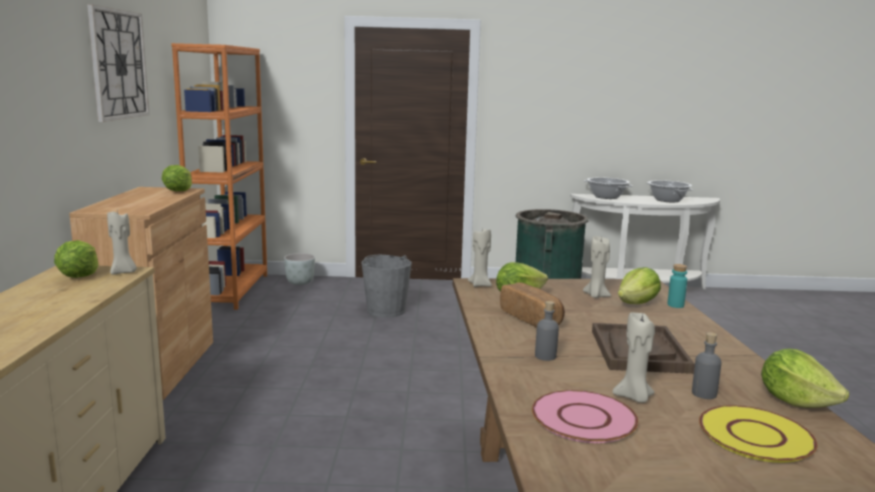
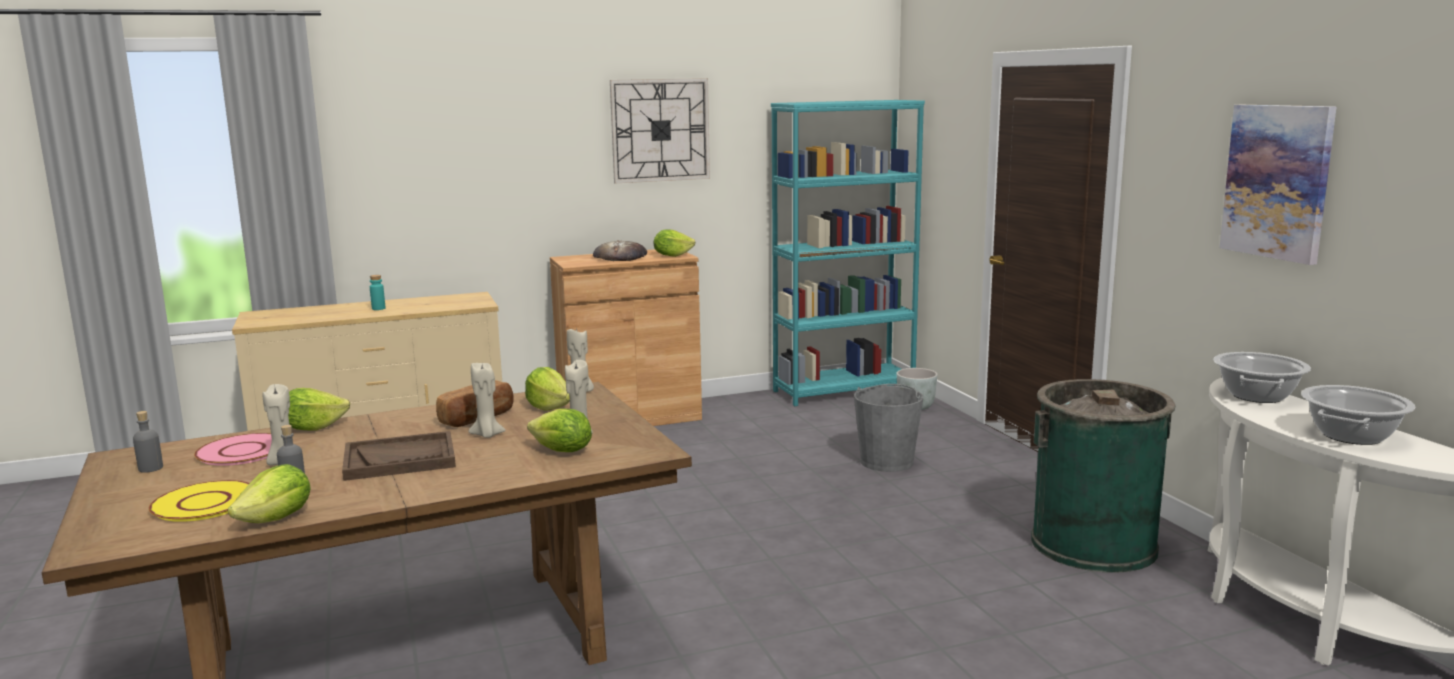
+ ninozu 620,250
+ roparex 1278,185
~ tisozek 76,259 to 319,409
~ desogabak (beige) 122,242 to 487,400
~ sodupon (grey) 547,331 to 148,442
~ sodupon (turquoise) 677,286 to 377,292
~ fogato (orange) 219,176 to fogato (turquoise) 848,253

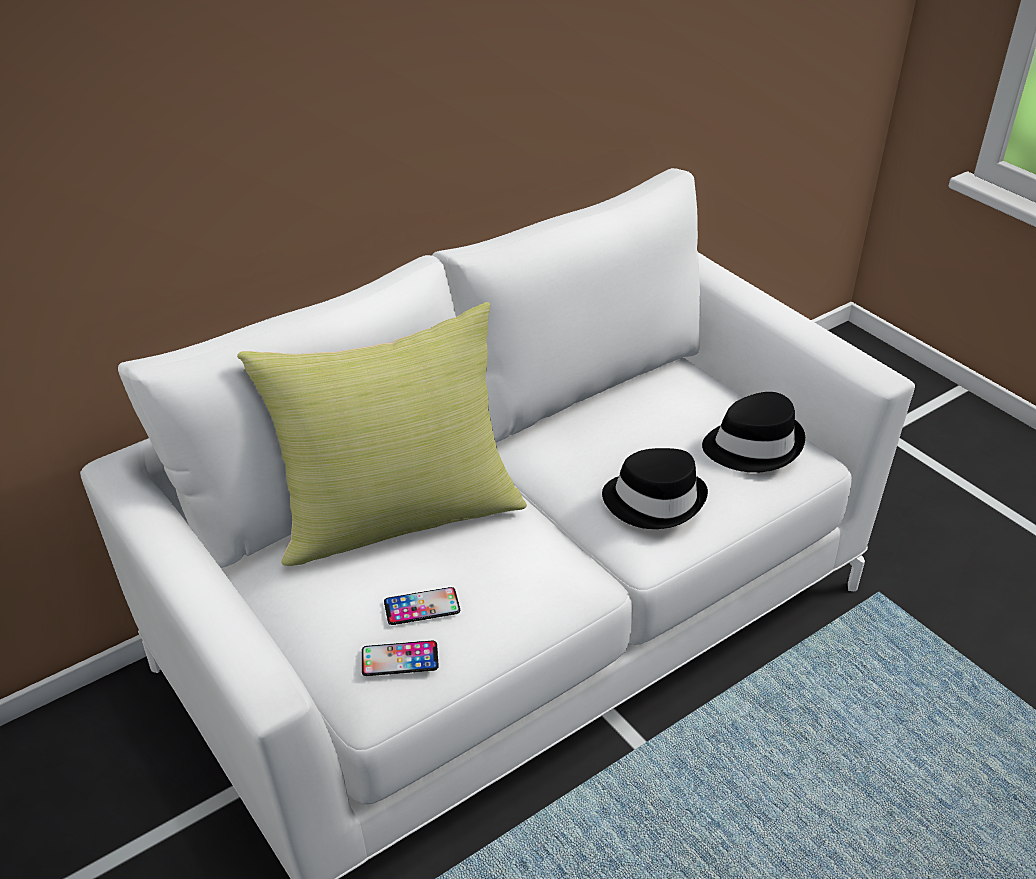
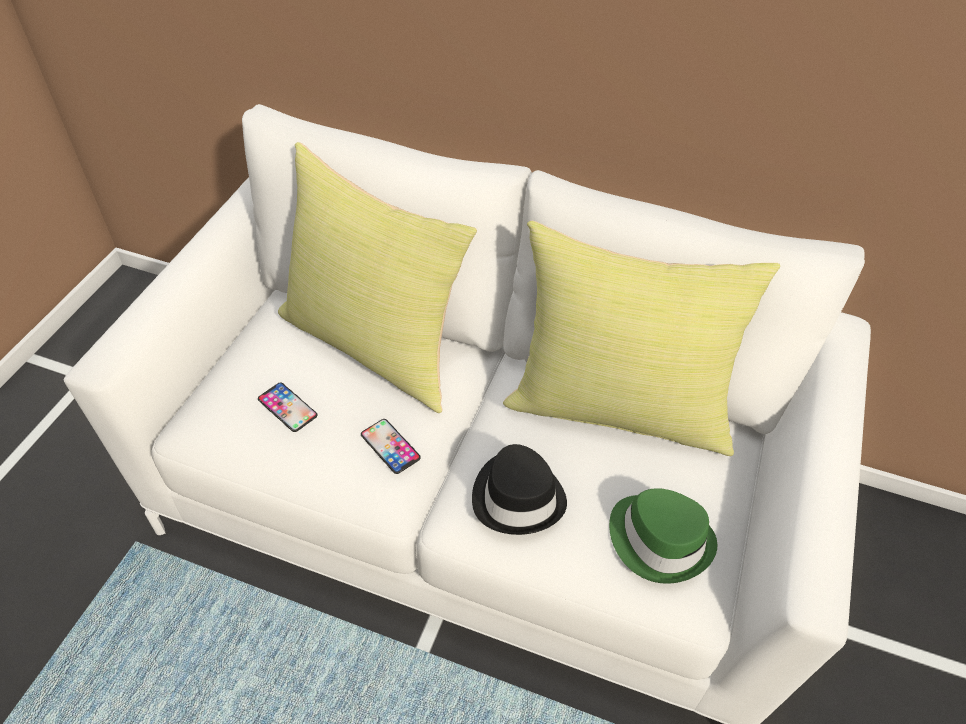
+ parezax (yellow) 641,338
~ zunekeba 400,658 to 391,446
~ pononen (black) 753,432 to pononen (green) 663,536

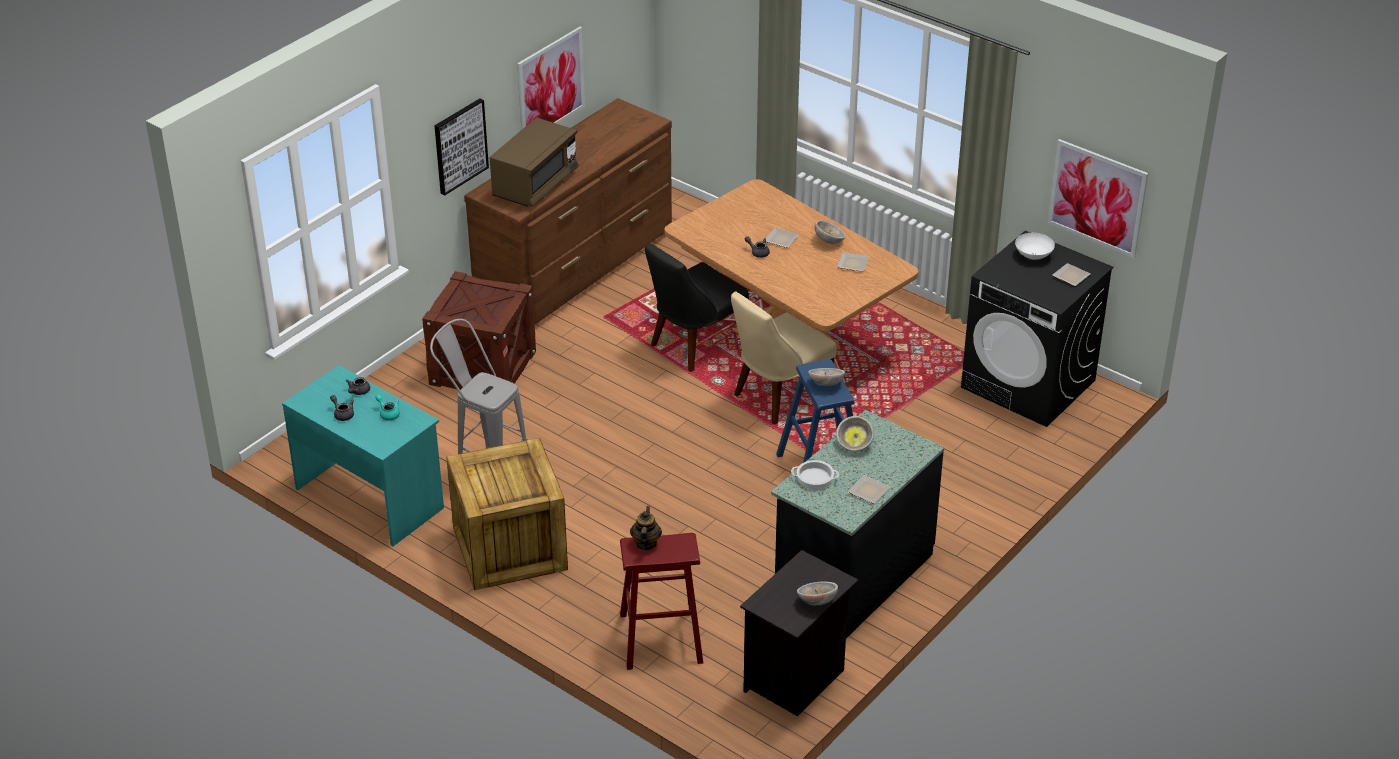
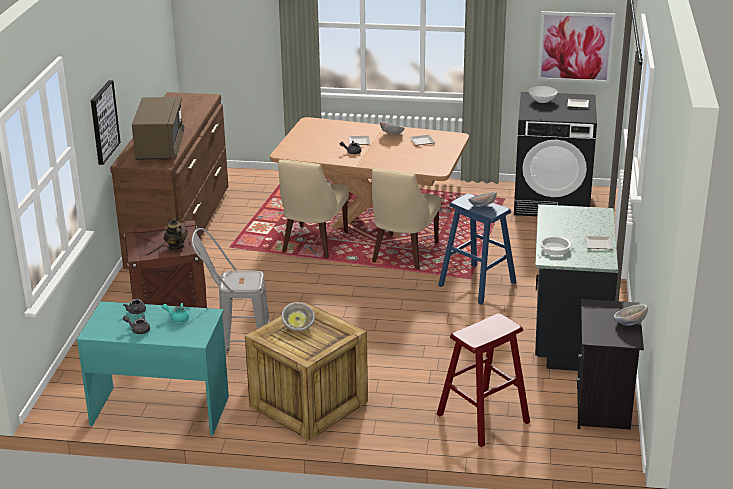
- roparex 551,78
~ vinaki 646,528 to 175,234
~ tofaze 855,434 to 298,316
~ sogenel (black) 697,307 to sogenel (beige) 313,209

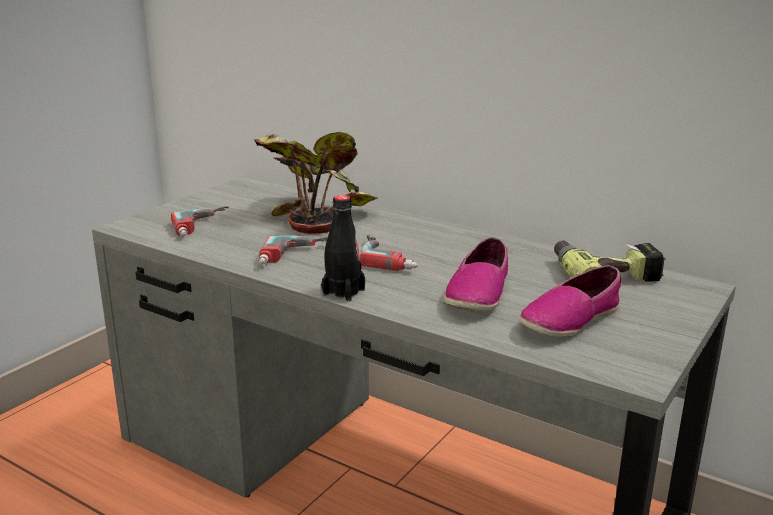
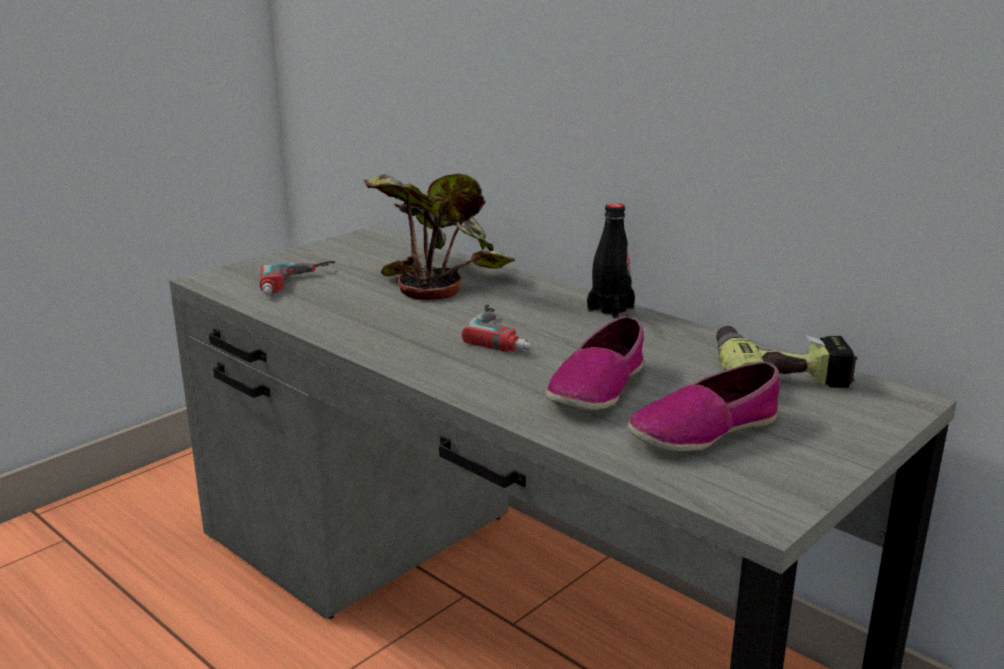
- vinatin 293,250
~ sodupon (black) 343,248 to 611,261

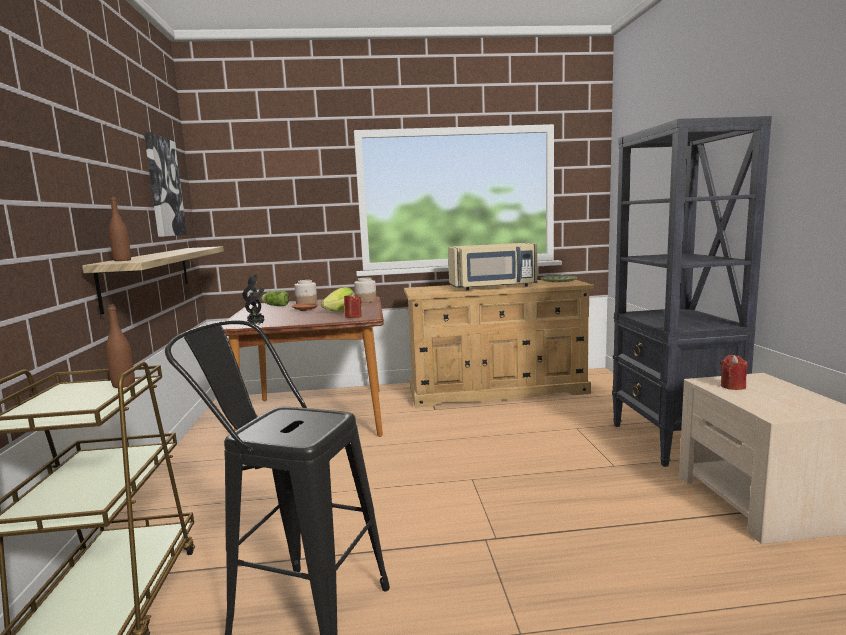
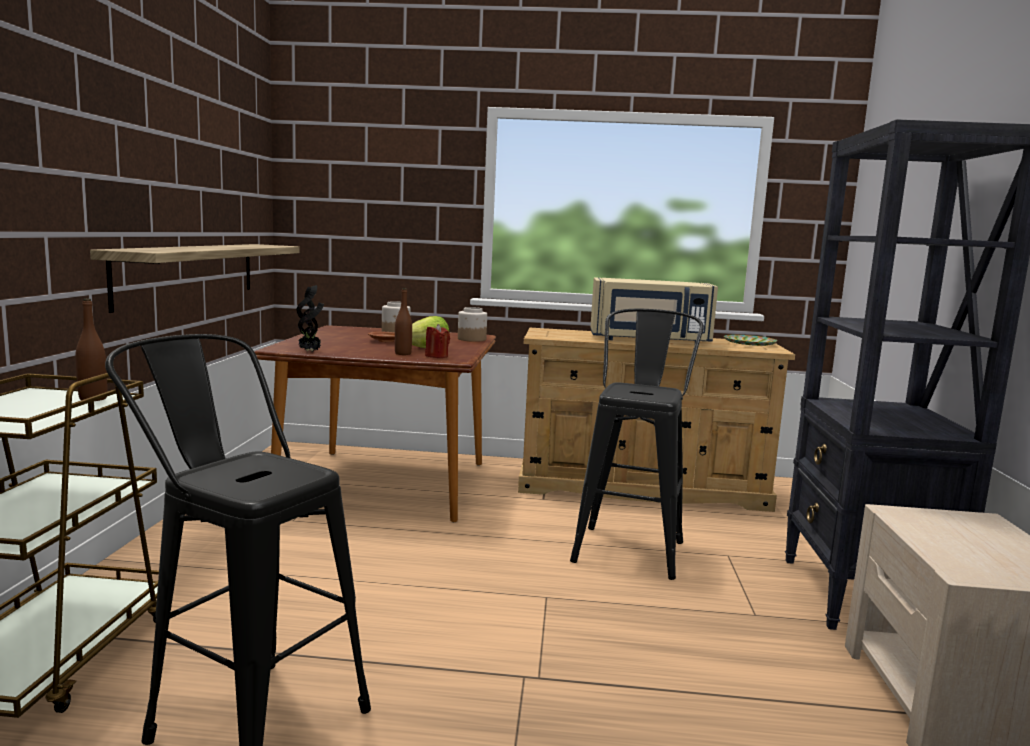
- roparex 165,184
- tisozek 275,298
- desogabak (red) 734,372
+ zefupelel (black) 637,444
~ sodupon (brown) 120,228 to 403,321

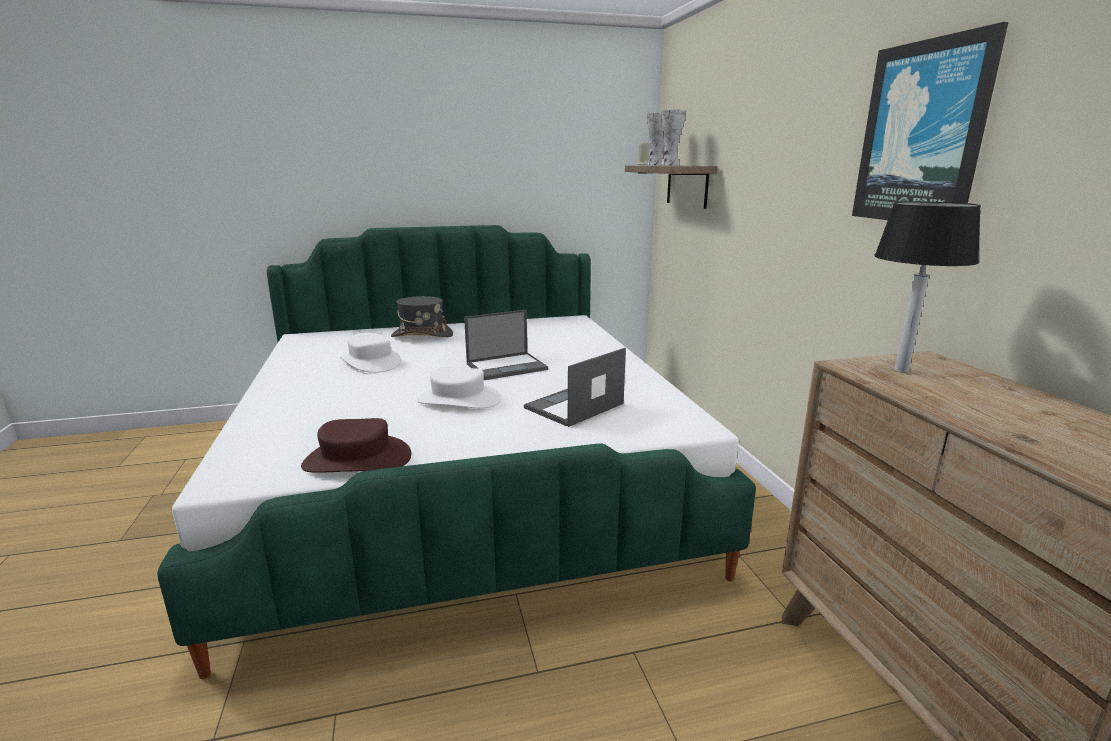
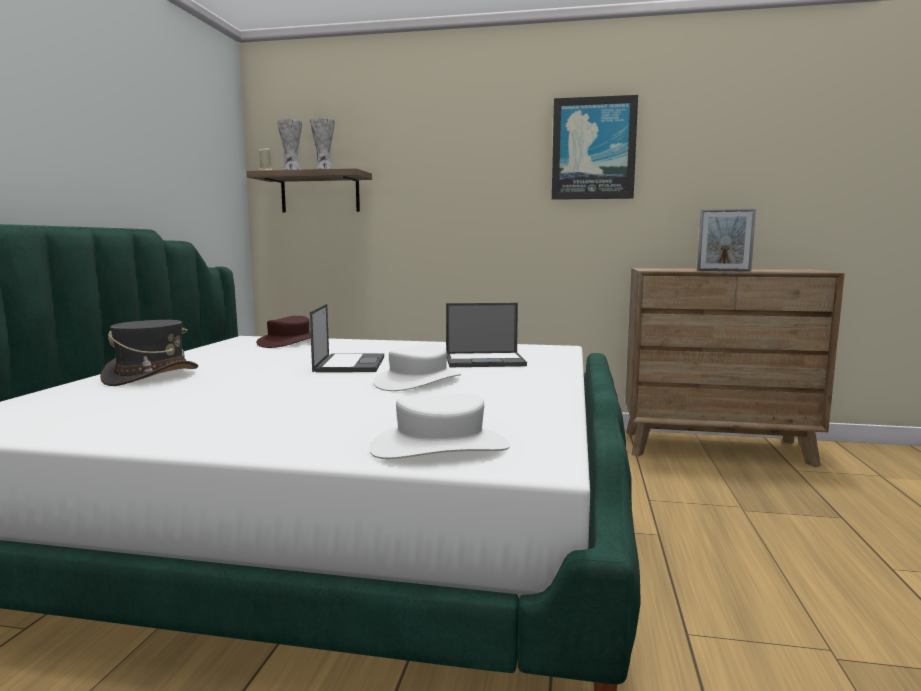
- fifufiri 927,287
+ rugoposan 726,240
~ pononen (brown) 356,445 to 283,332
~ pononen (white) 370,353 to 439,426
~ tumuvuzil 575,387 = 486,335 75 degrees counterclockwise

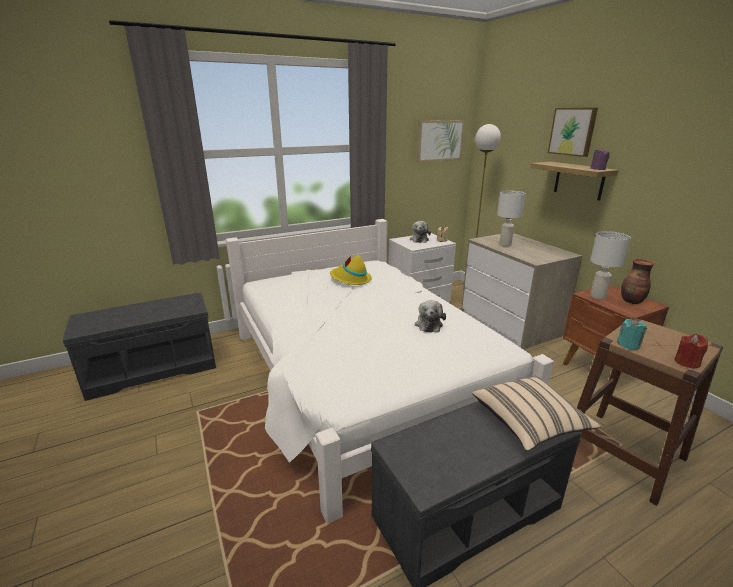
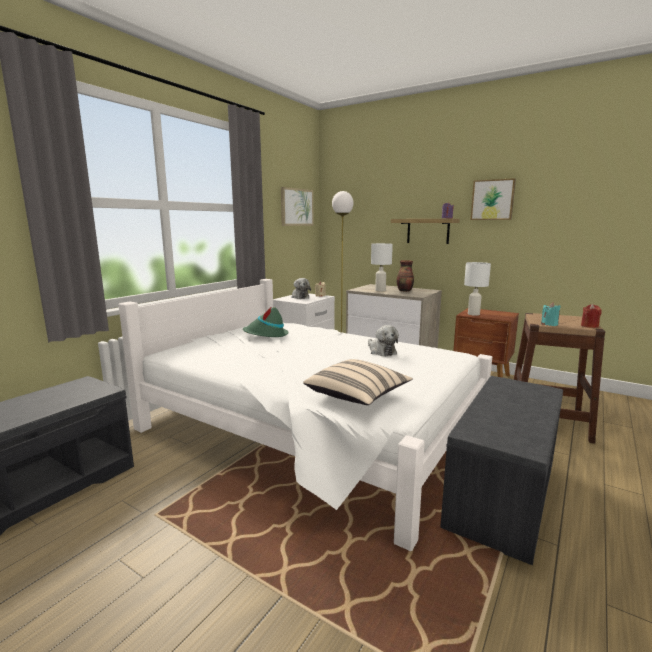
~ parezax (beige) 536,413 to 358,382
~ roparex 573,132 to 493,199
~ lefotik 637,281 to 405,276
~ pononen (yellow) 351,270 to pononen (green) 266,321

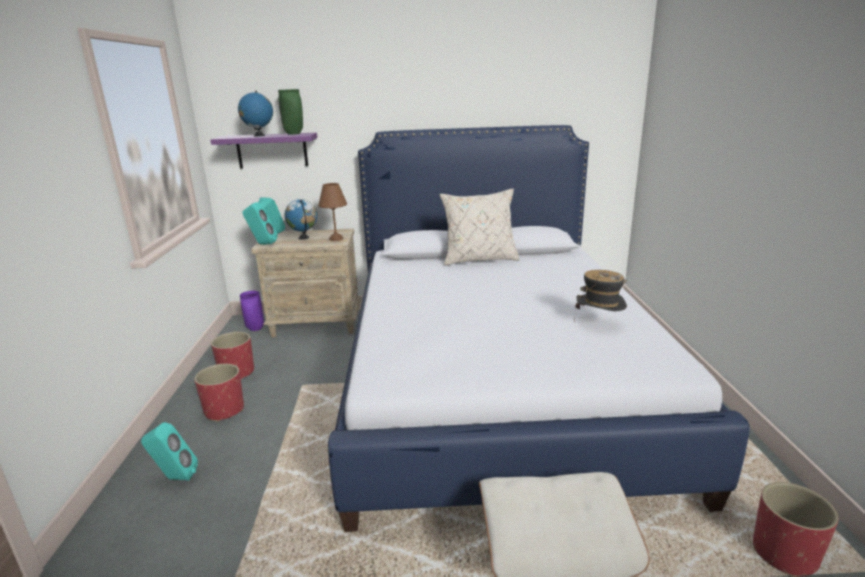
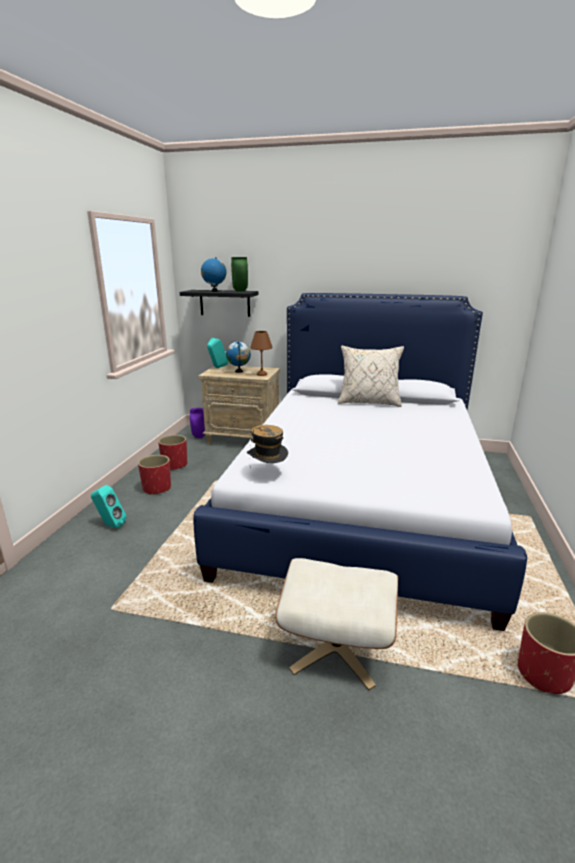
- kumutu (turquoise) 260,223
~ pononen 600,296 to 267,447
~ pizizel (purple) 263,151 to pizizel (black) 219,303

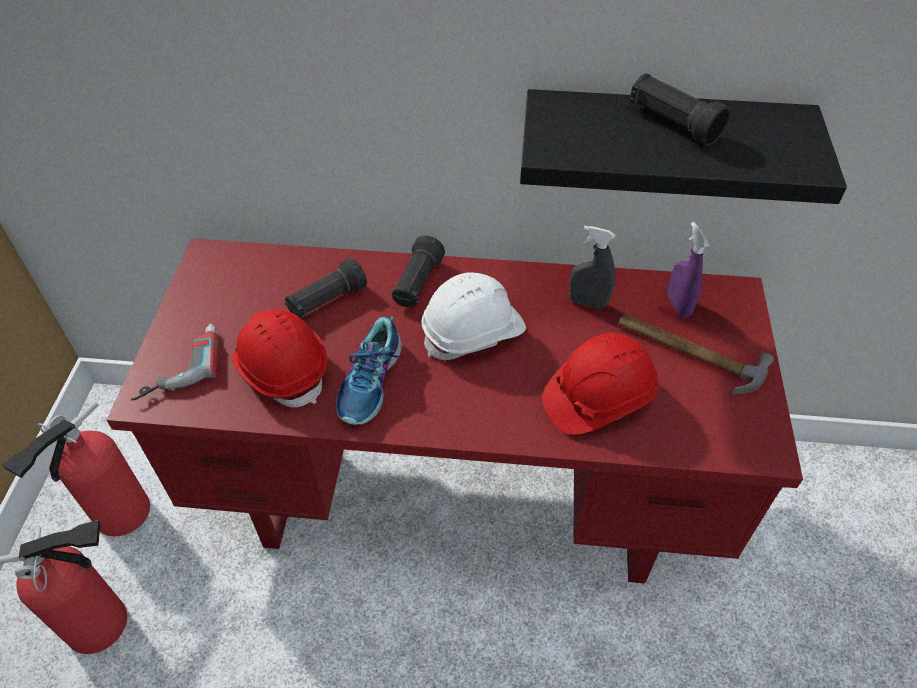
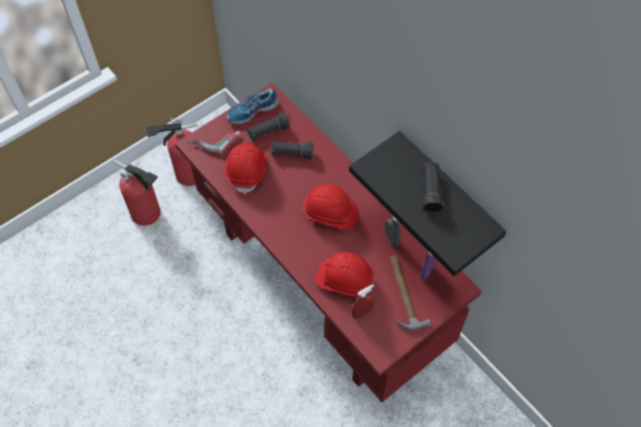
+ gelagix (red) 363,301
~ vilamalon 369,370 to 253,106
~ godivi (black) 418,271 to 268,126
~ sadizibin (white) 473,316 to sadizibin (red) 331,207

